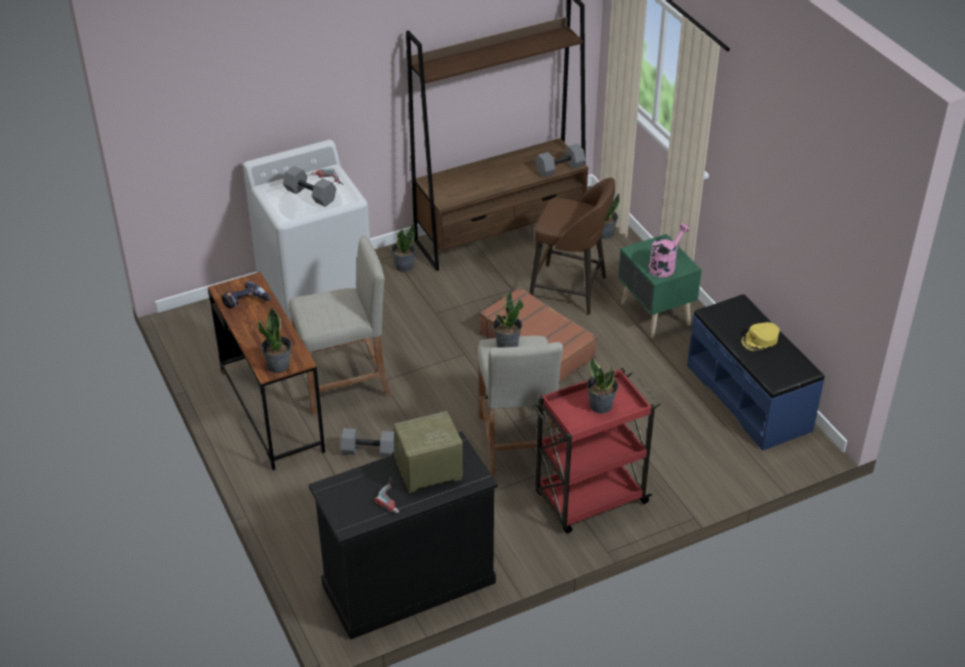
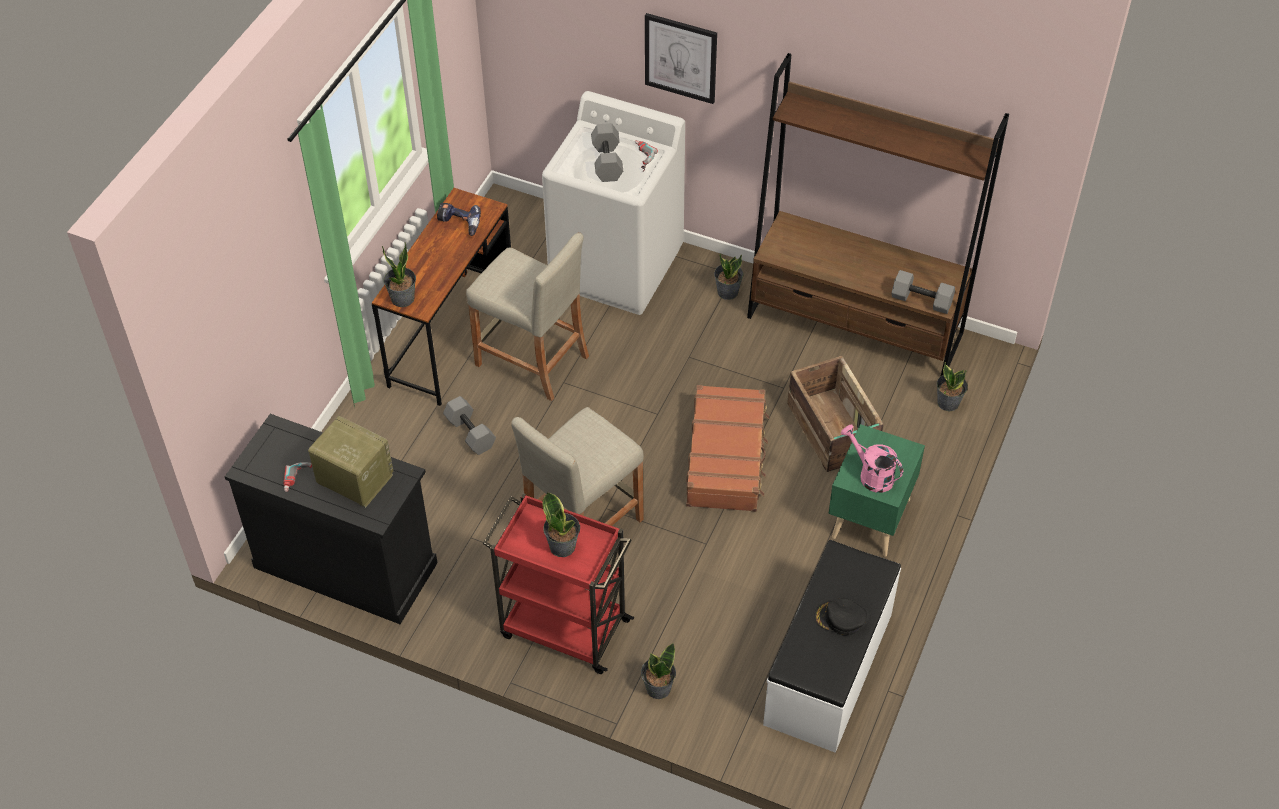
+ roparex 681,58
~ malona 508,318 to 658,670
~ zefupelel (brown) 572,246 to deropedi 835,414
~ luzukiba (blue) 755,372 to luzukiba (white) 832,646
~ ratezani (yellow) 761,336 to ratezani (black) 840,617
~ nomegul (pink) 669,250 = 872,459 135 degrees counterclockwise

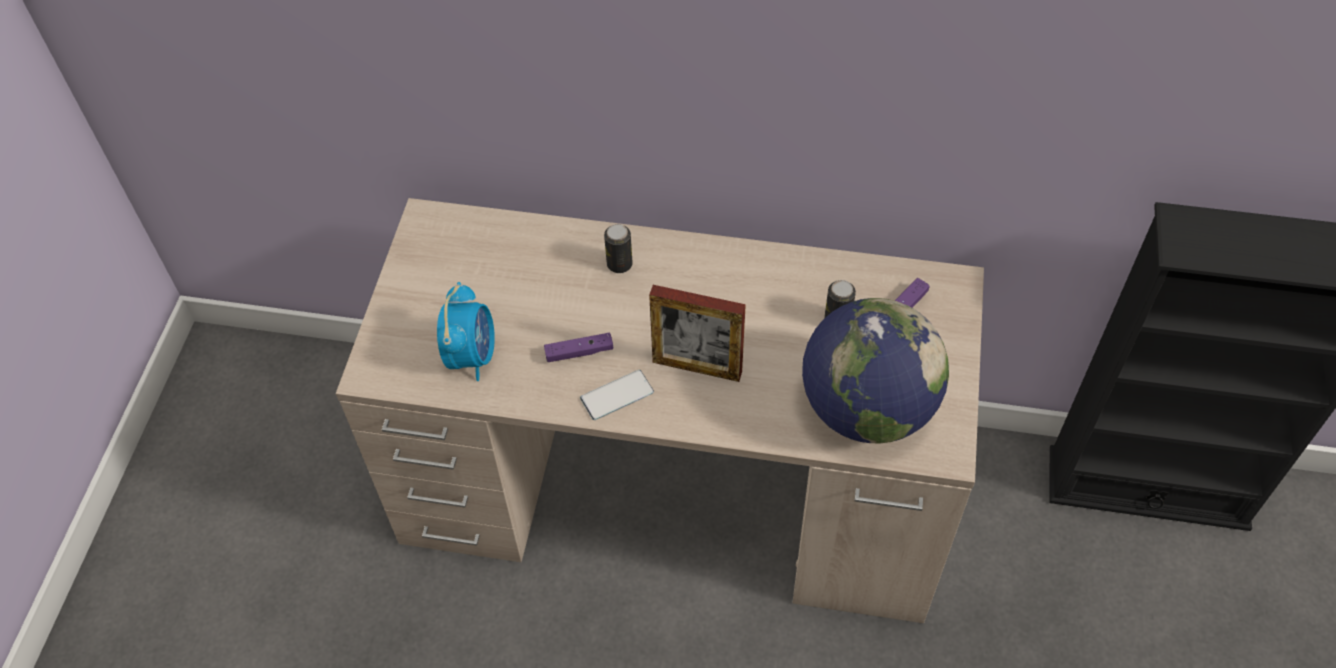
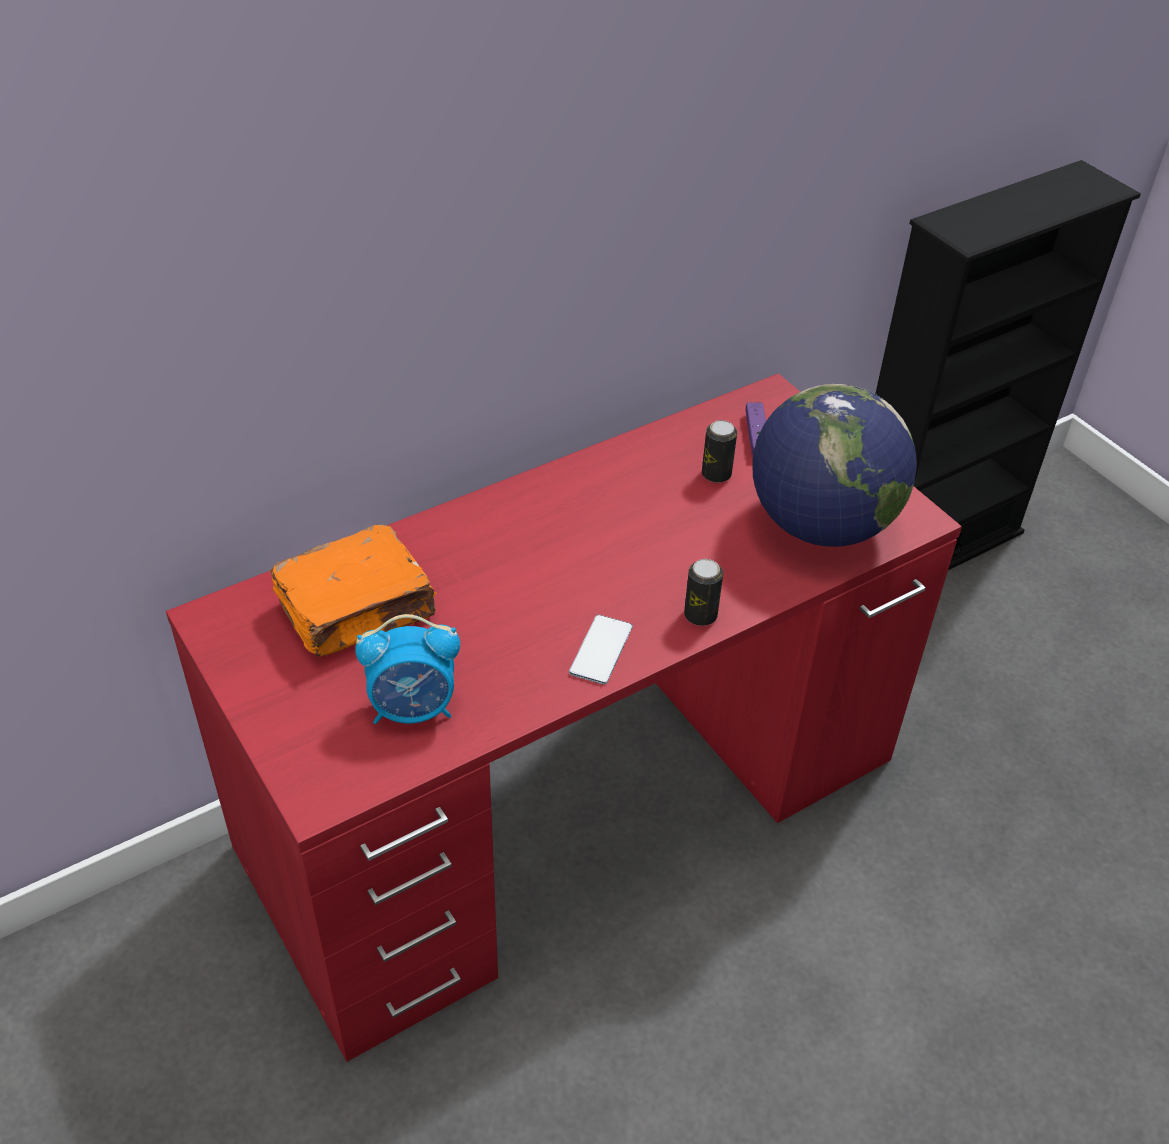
- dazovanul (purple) 578,347
- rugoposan 697,333
+ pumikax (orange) 353,591
~ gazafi 618,248 to 703,592
~ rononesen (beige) 660,410 to rononesen (red) 564,717
~ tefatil 466,331 = 407,669 120 degrees clockwise

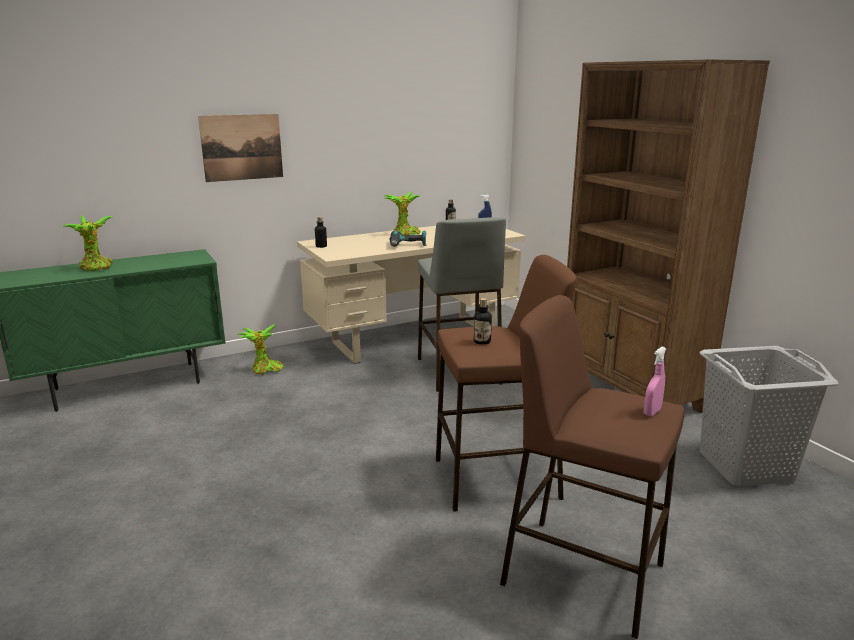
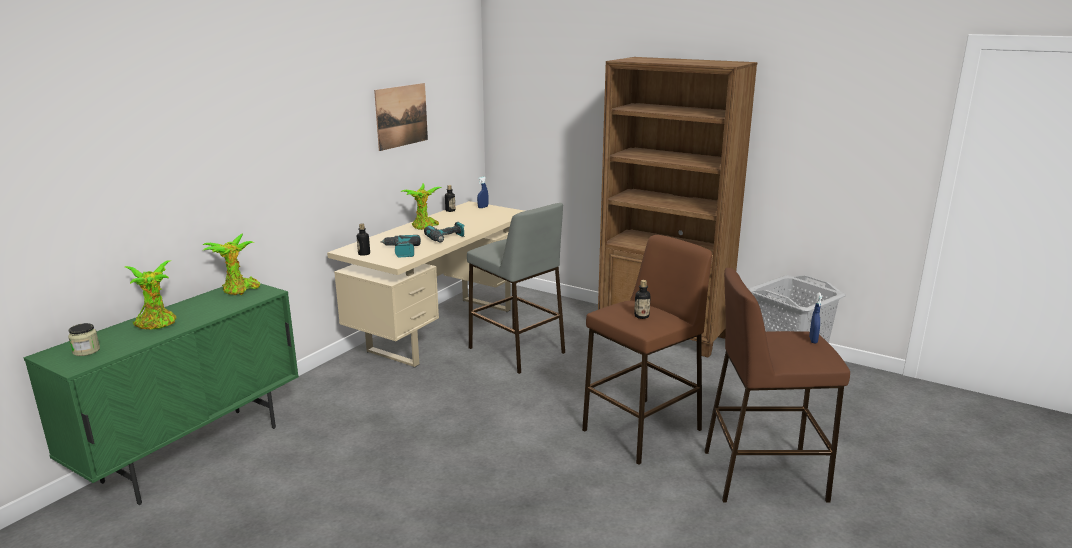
+ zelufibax 84,339
+ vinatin 400,246
~ roparex 240,148 to 401,117
~ malona 260,349 to 231,264
~ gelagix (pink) 655,381 to gelagix (blue) 815,318

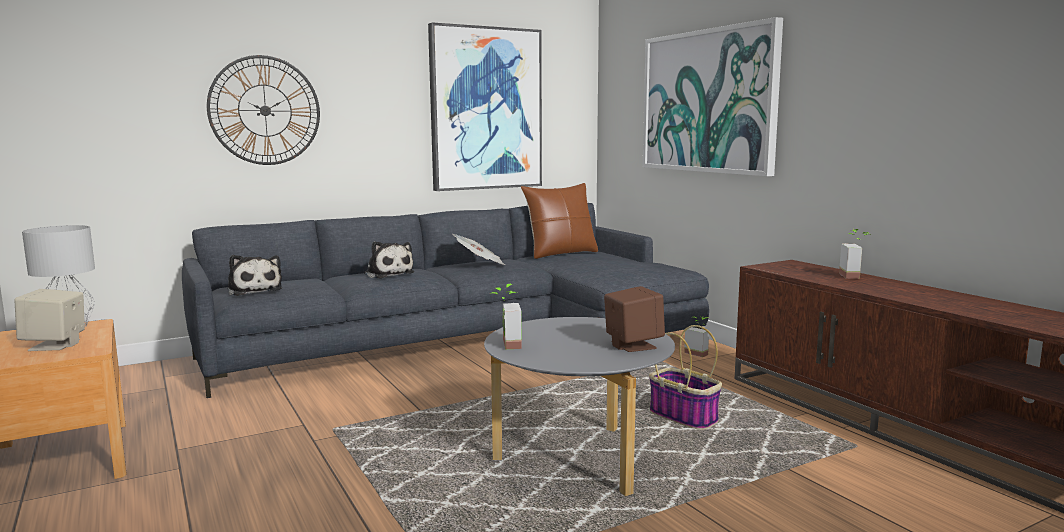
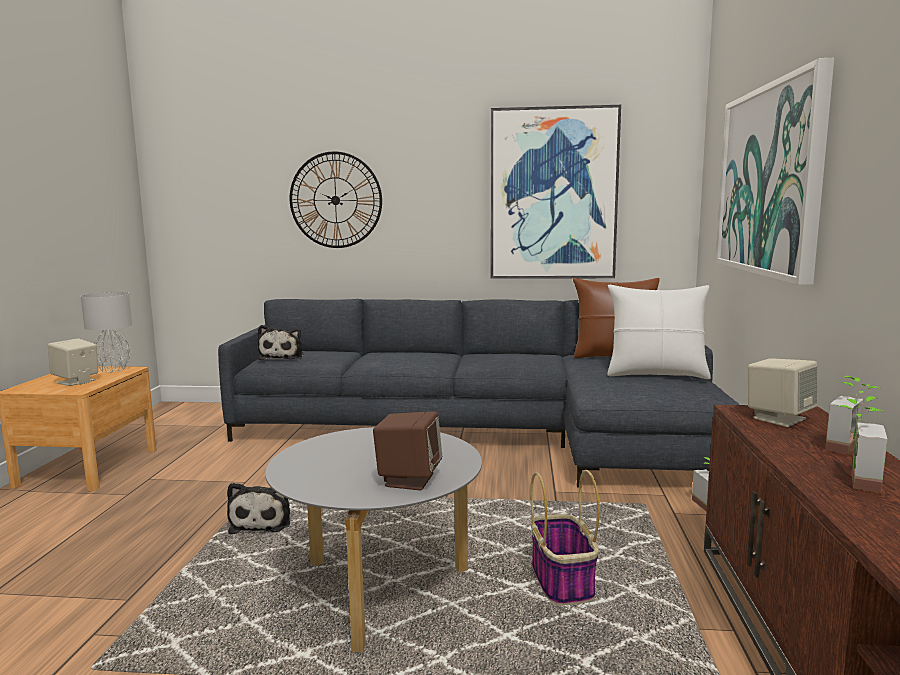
- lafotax 478,249
+ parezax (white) 659,332
+ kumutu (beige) 782,392
~ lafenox 389,259 to 258,508
~ malona 506,316 to 864,444

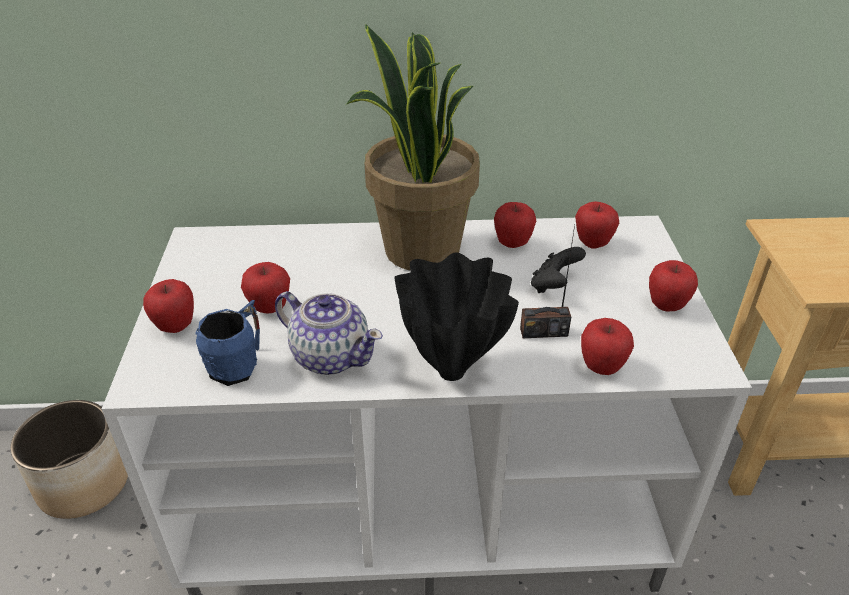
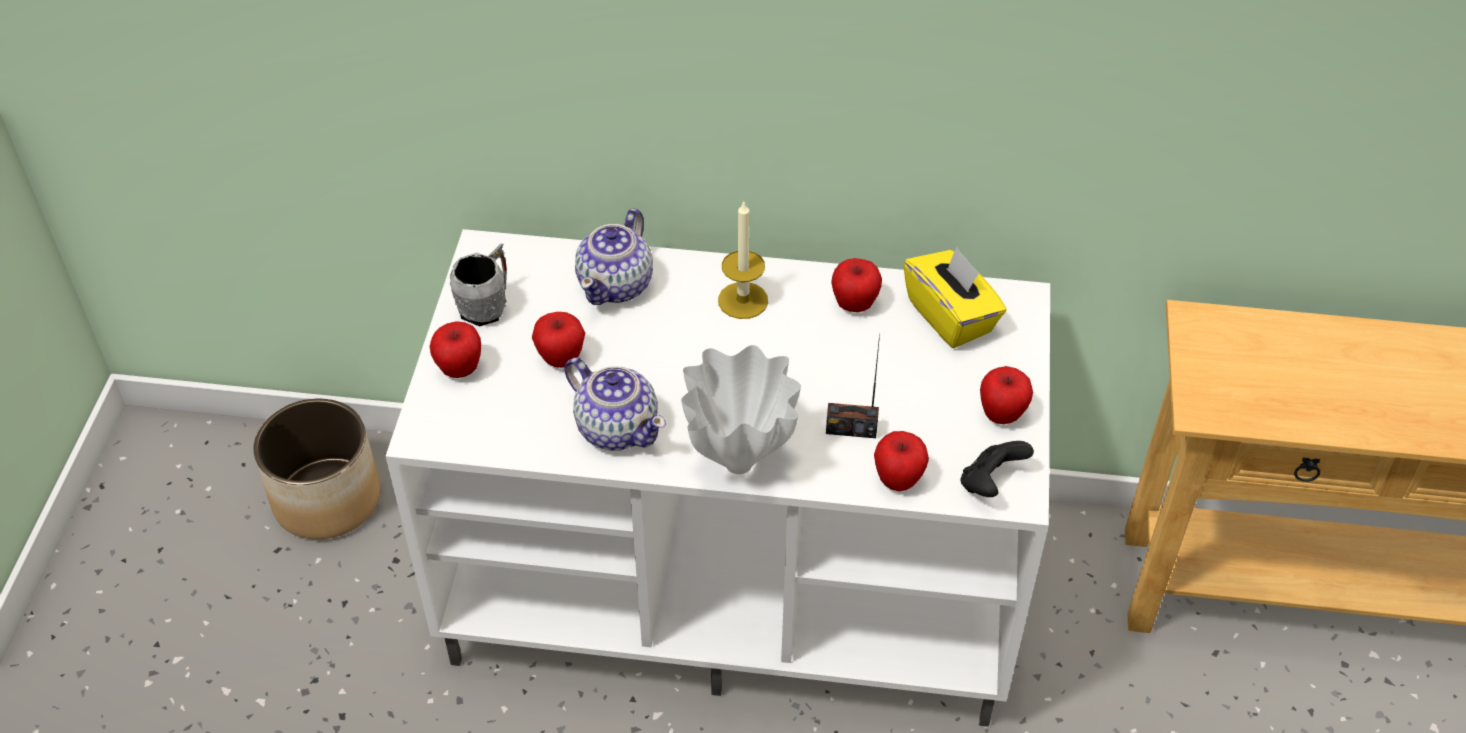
- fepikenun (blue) 227,343
+ fepikenun (grey) 478,285
+ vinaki 614,256
~ dazovanul (black) 558,270 to 997,469
~ malona 413,147 to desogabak 743,259
~ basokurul 597,225 to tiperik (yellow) 955,297
~ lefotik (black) 456,317 to lefotik (white) 741,409

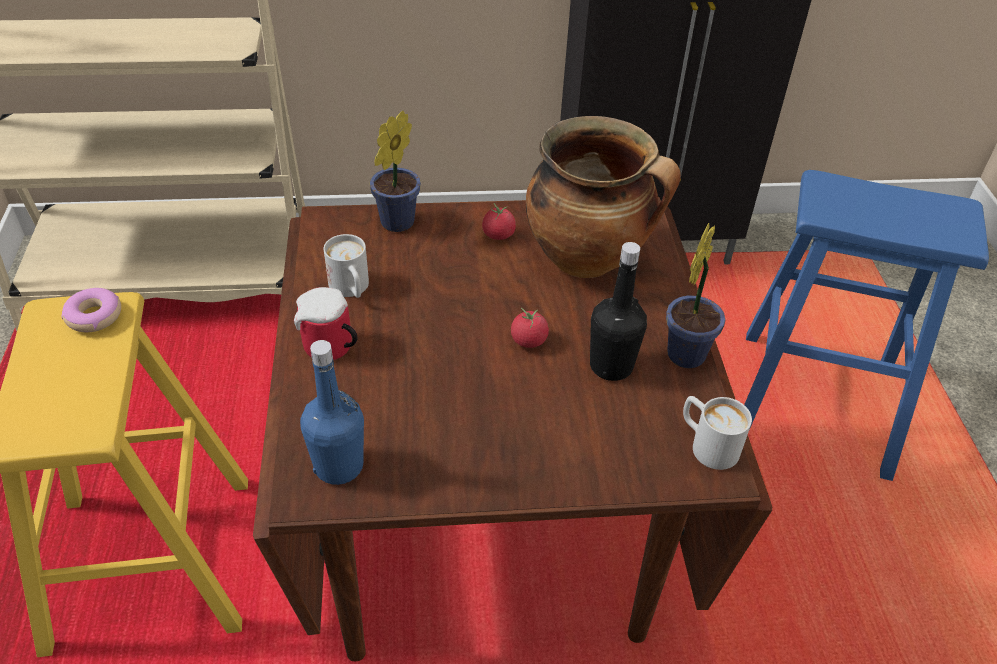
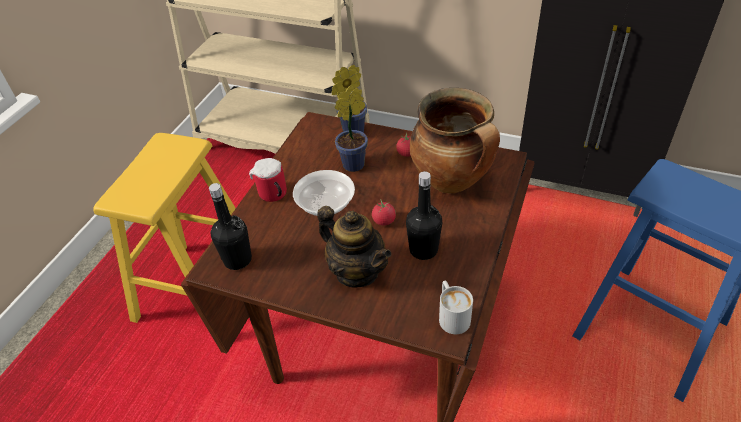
- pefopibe 91,310
- fepikenun (white) 346,266
+ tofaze 324,193
+ vinaki 354,247
~ malona 696,295 to 351,128
~ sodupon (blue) 332,412 to sodupon (black) 230,226

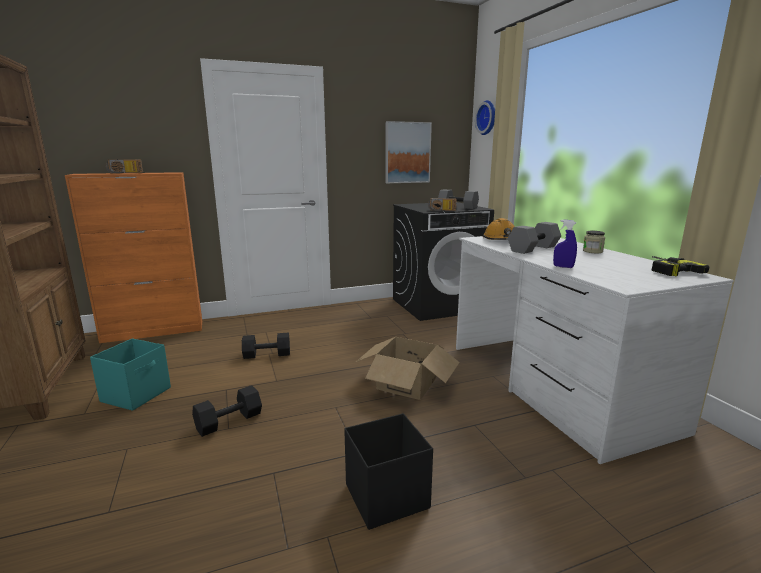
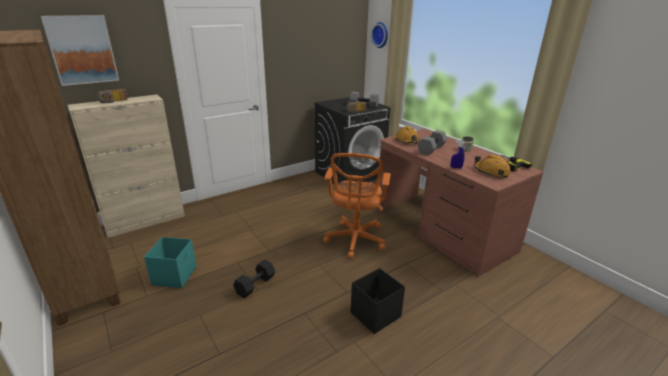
- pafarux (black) 266,346
+ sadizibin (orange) 492,166
~ roparex 409,152 to 80,50
~ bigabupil 408,368 to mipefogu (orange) 357,206
~ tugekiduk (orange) 133,257 to tugekiduk (beige) 126,166
~ rononesen (white) 595,350 to rononesen (brown) 460,203

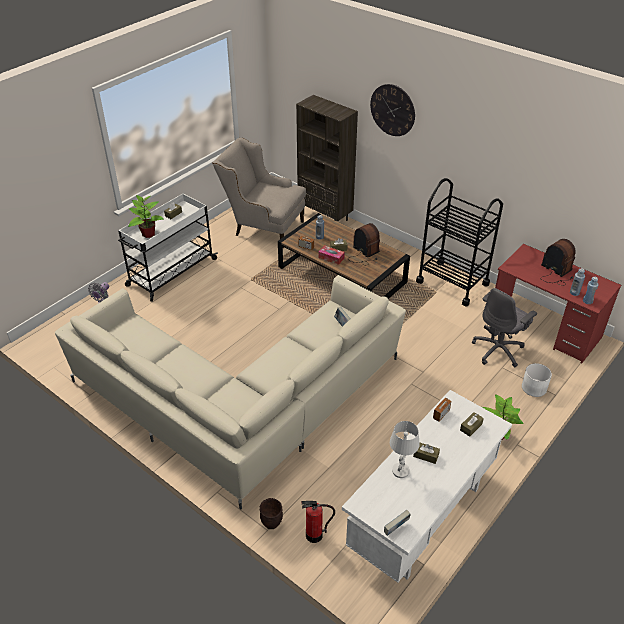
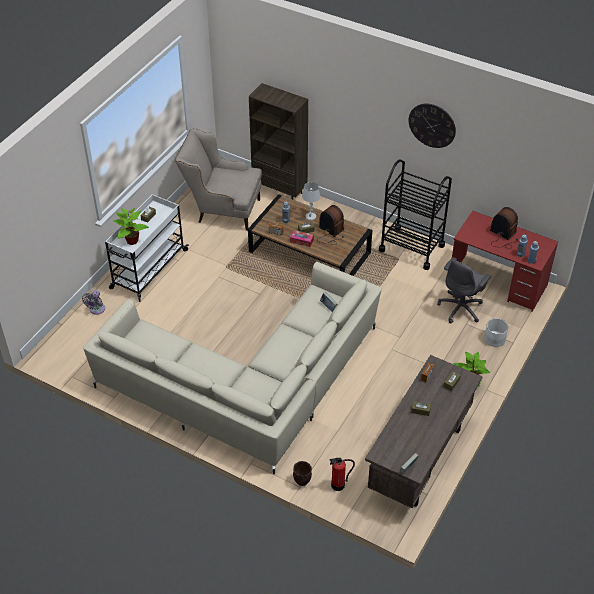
~ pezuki 392,110 to 432,126
~ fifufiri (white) 405,449 to 311,201
~ rononesen (white) 427,486 to rononesen (brown) 424,431

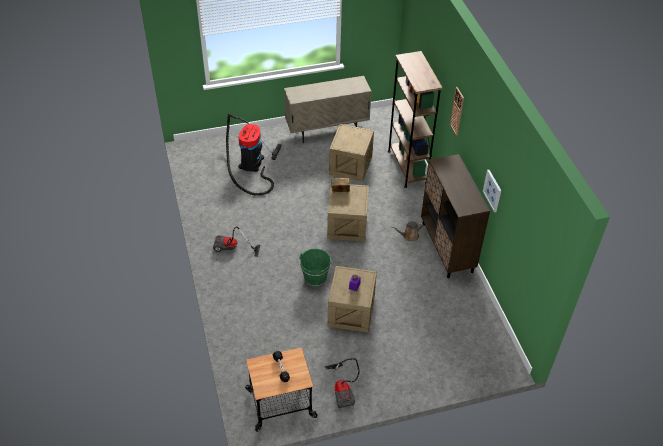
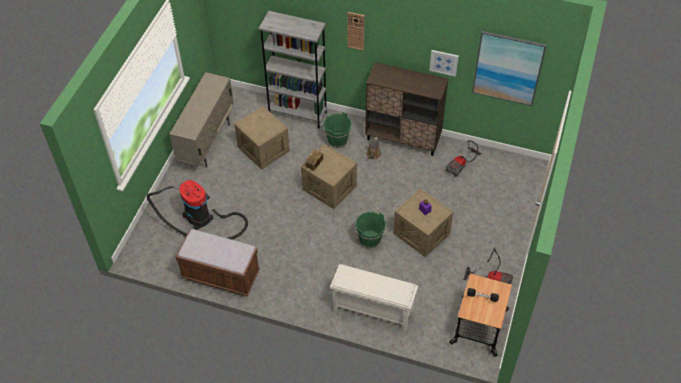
+ luzukiba (brown) 218,262
+ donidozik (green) 337,130
+ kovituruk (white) 374,297
+ roparex 509,68
~ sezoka 236,242 to 463,159
~ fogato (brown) 415,119 to fogato (grey) 293,70

